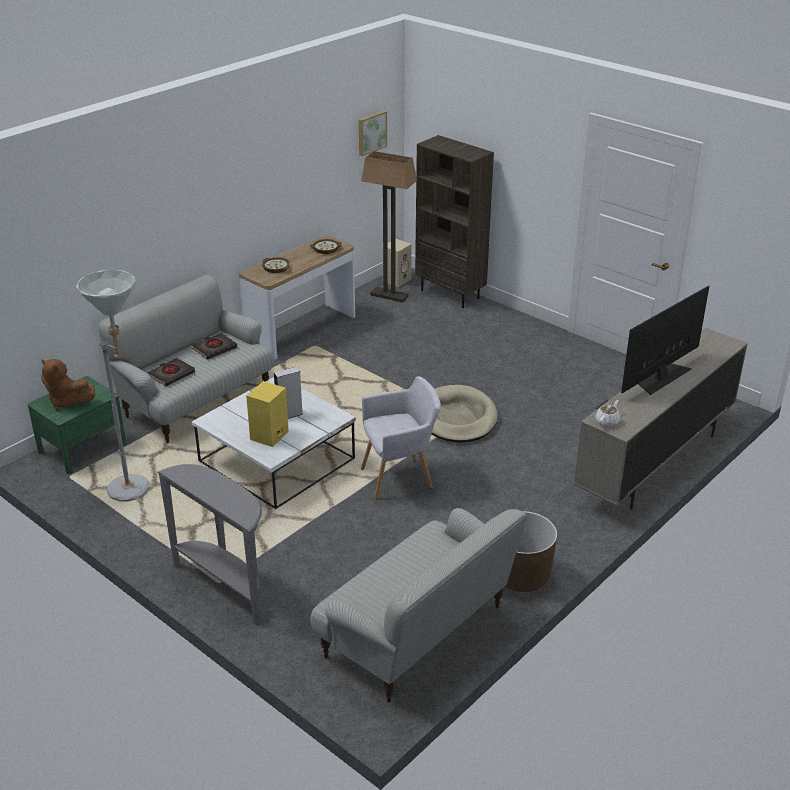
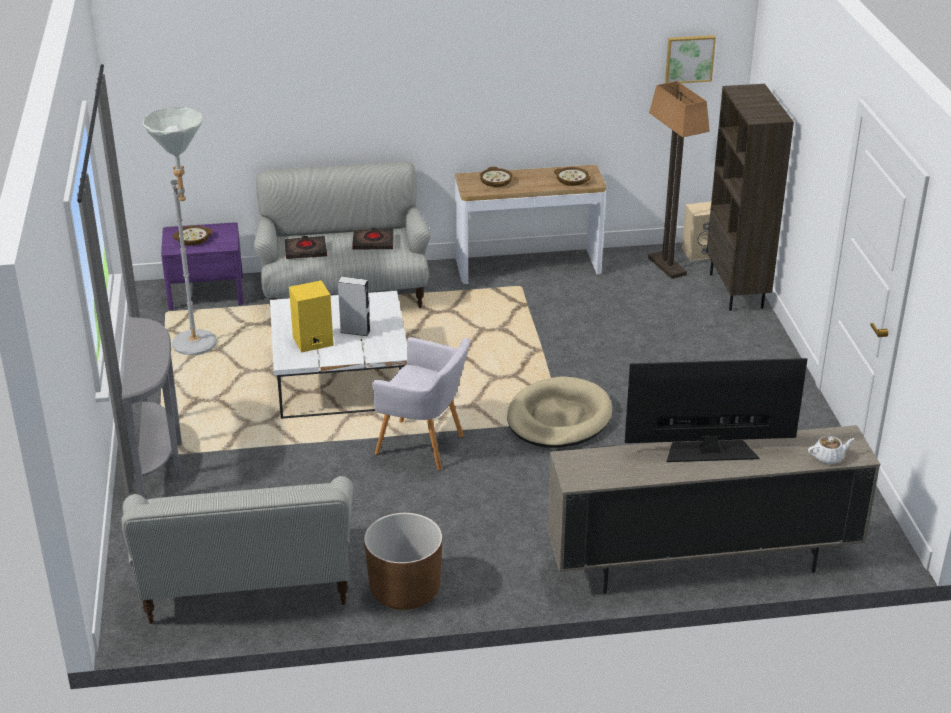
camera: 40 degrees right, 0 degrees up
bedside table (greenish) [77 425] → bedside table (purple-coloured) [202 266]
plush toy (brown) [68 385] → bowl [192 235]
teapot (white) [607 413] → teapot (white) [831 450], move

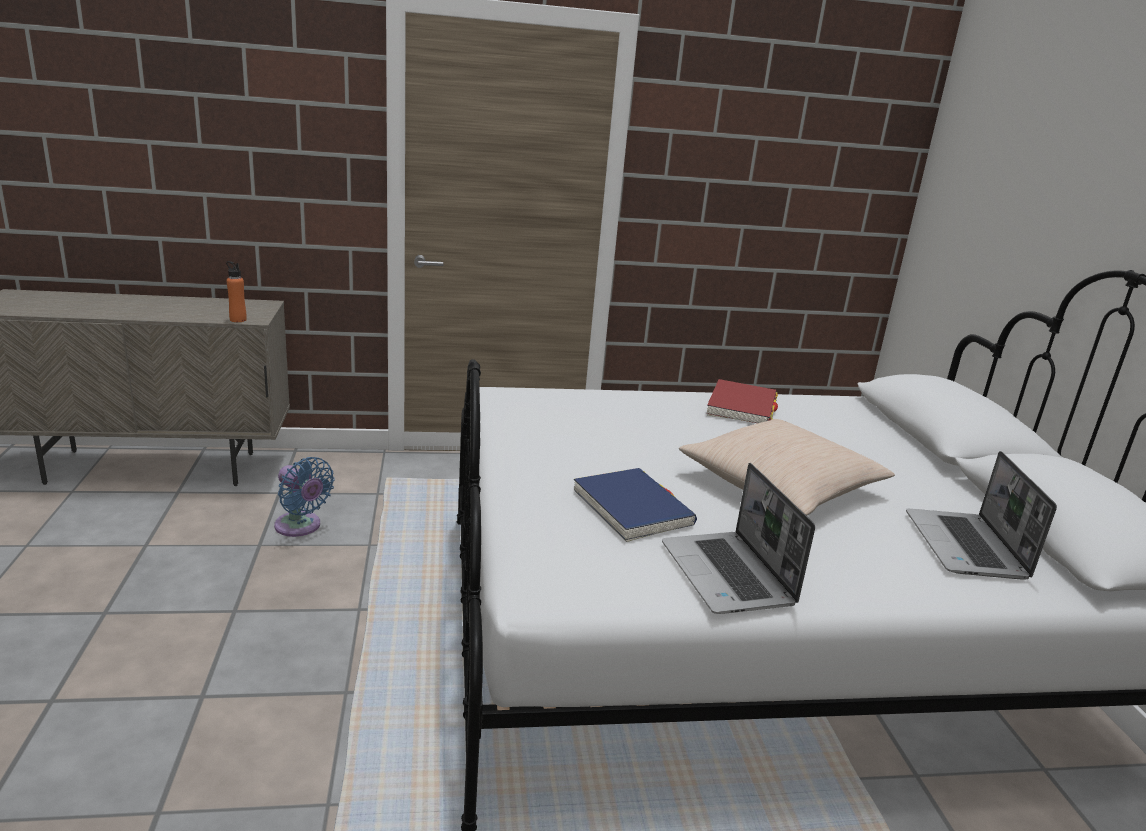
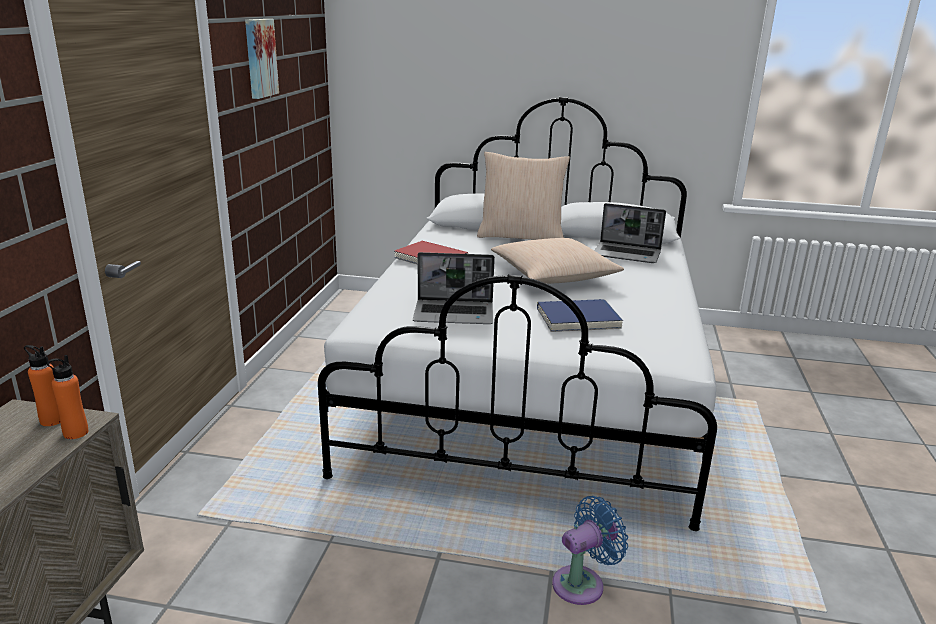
camera: 70 degrees left, 0 degrees up
- → drink bottle (orangey) [42 385]
- → wall picture [262 59]
portable computer [738 538] → portable computer [454 288], move
- → throw pillow (sand-coloured) [523 196]
cooling fan (blue-coloured) [304 497] → cooling fan (blue-coloured) [590 550], move

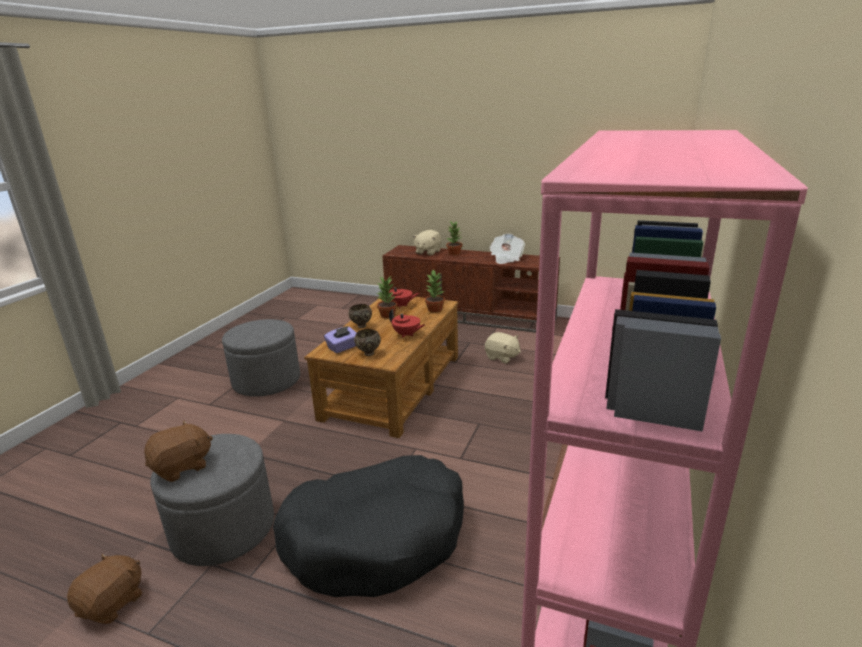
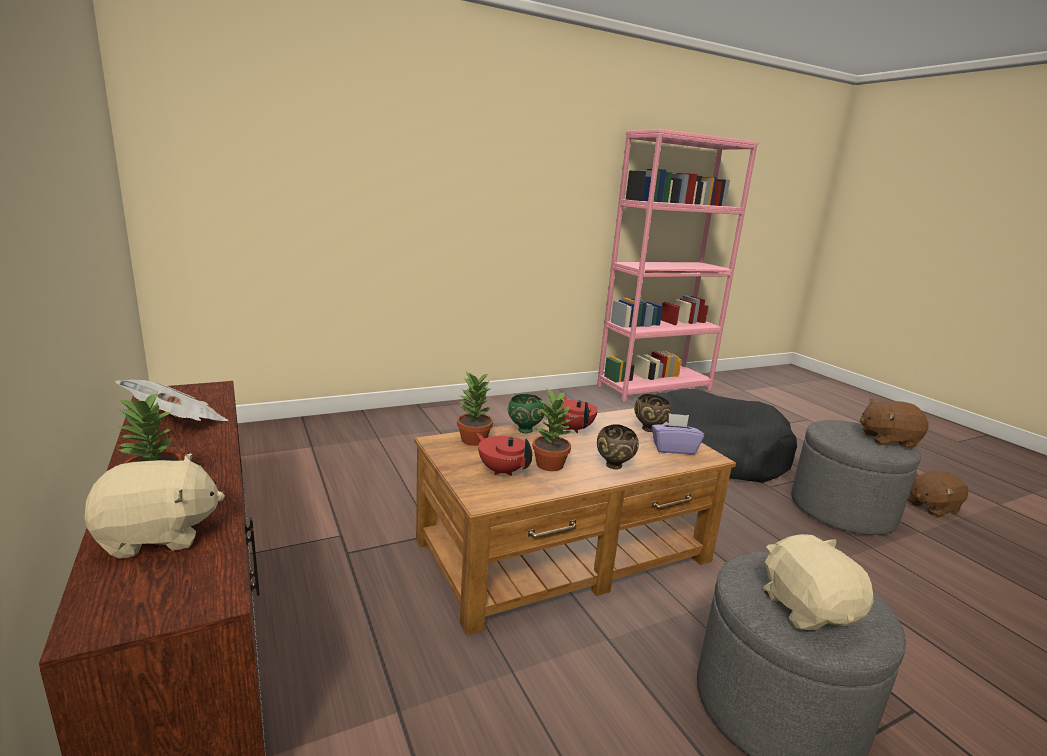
camera: 140 degrees left, 5 degrees down
- → bowl (greenish) [526 413]
plush toy (sand-coloured) [503 348] → plush toy (sand-coloured) [818 582], move

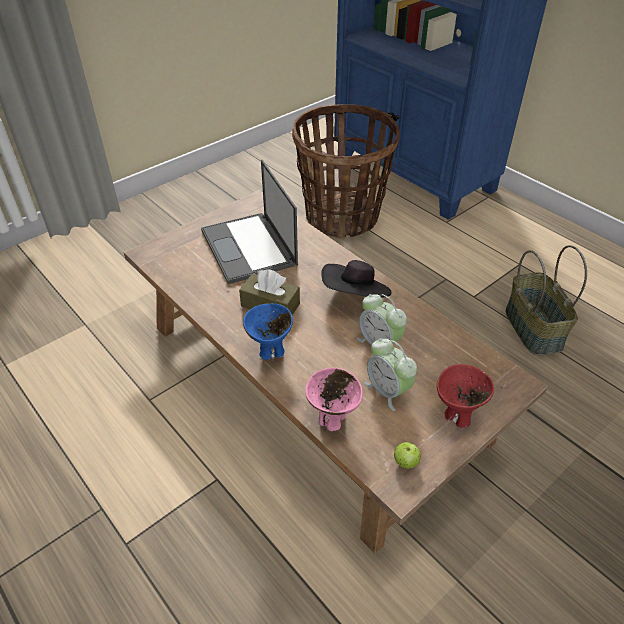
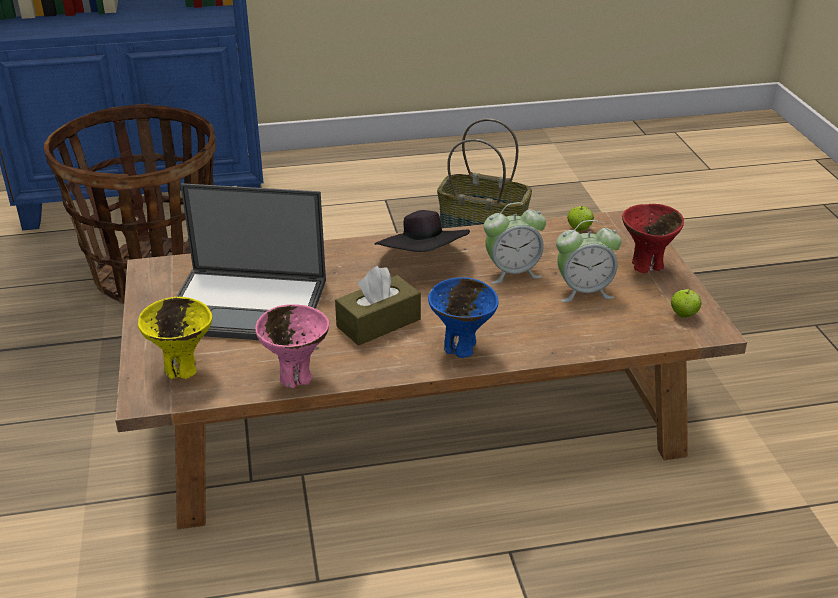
camera: 60 degrees left, 10 degrees down
- → bowl (yellow-coloured) [175 338]
bowl (pink-coloured) [334 399] → bowl (pink-coloured) [292 346], move
- → apple [580 218]

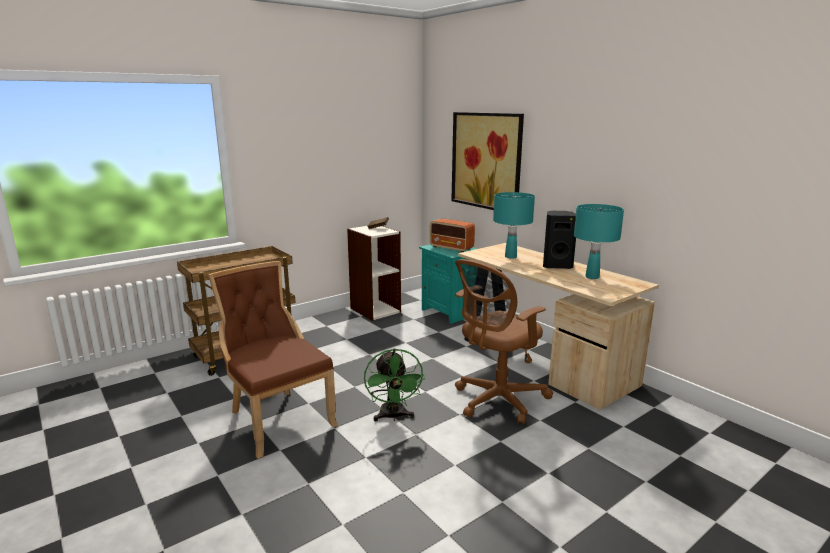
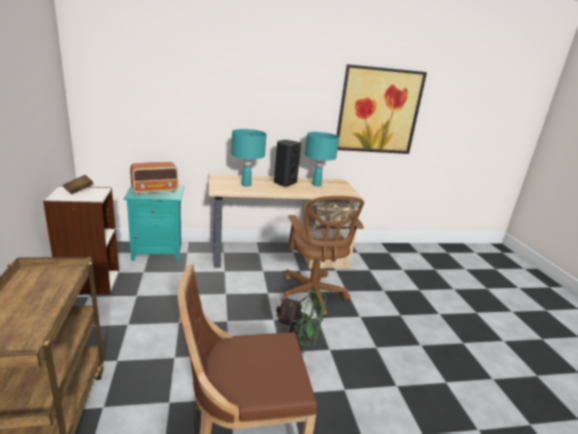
camera: 65 degrees left, 5 degrees up
wall picture [487 161] → wall picture [382 109], move

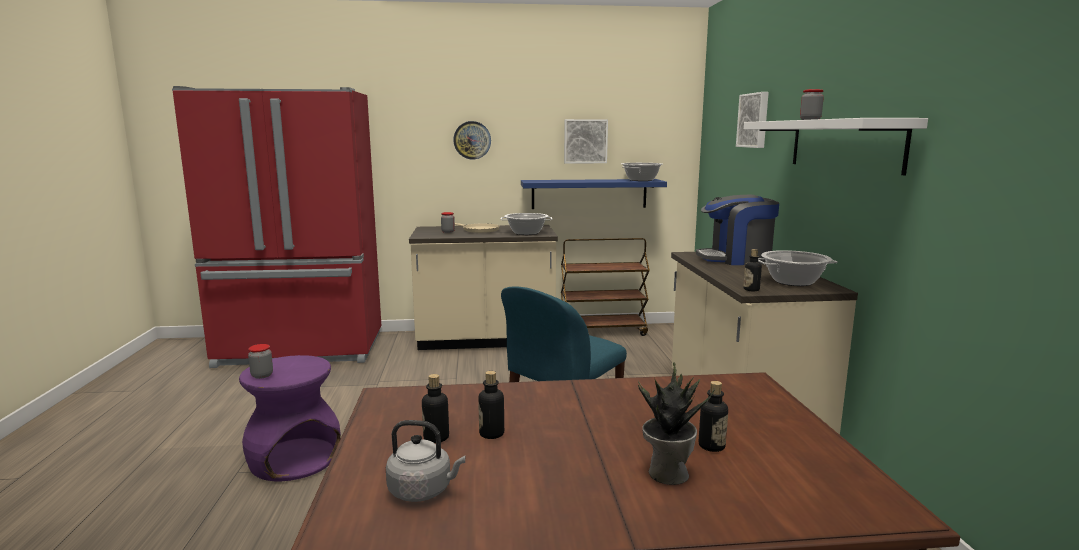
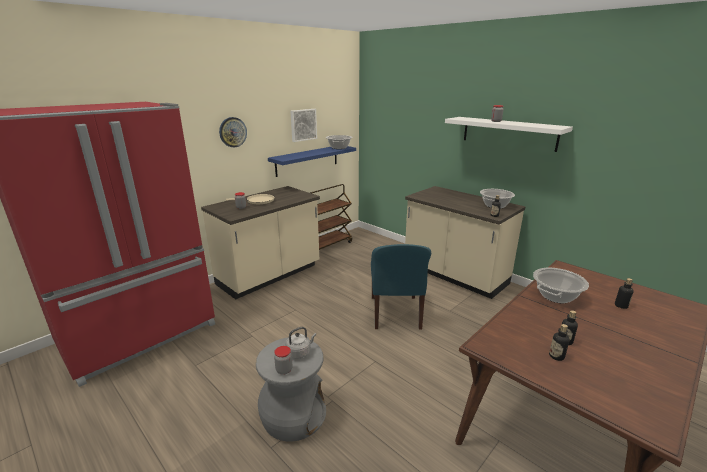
camera: 40 degrees left, 10 degrees up
stool seat (purple-coloured) [290 418] → stool seat (greyish) [291 389]
tea kettle (greyish) [425 461] → tea kettle (greyish) [300 343], move
stockpot [526 224] → stockpot [561 285], move
plant in a pot [676 424] → -
coffee brewer [737 230] → -
wall picture [752 120] → -

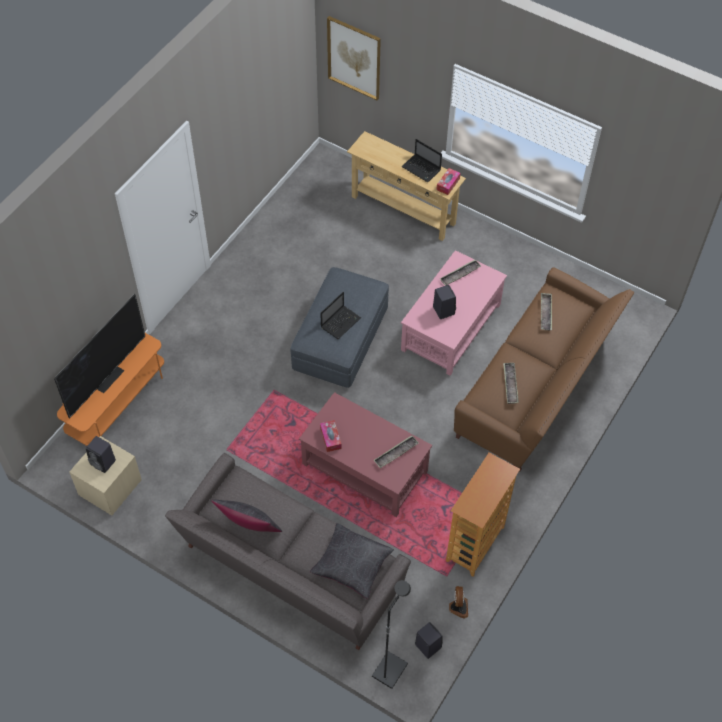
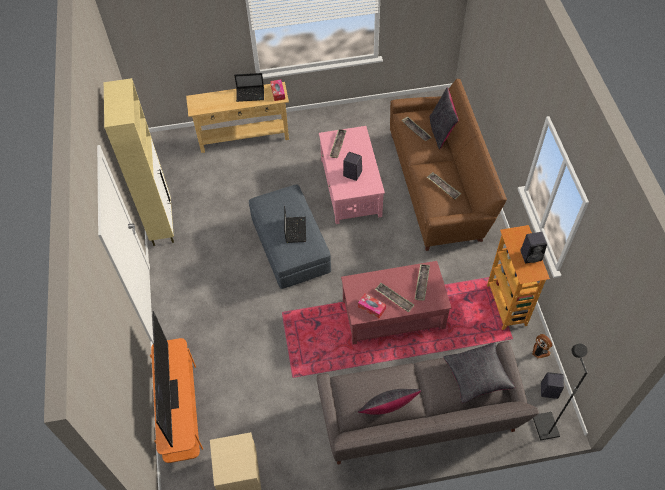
camera: 40 degrees left, 0 degrees up
- → storage cabinet (sand-coloured) [139 162]
- → serving tray [394 297]
- → throw pillow (blackish) [444 118]
loudspeaker (blackish) [101 454] → loudspeaker (blackish) [533 247], move
wall picture [354 58] → -

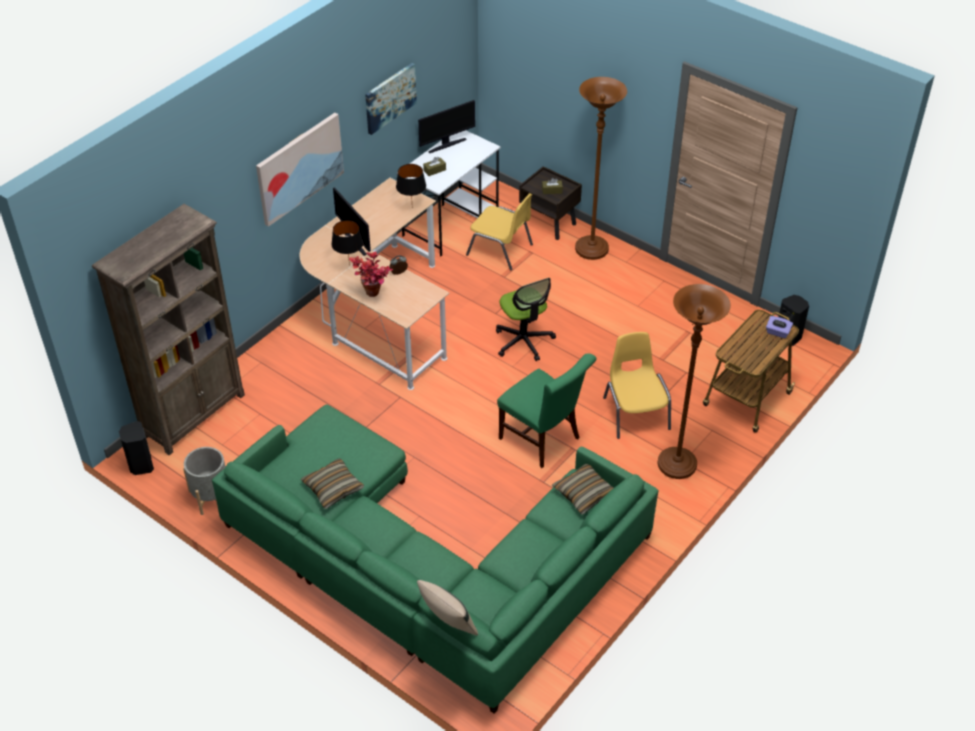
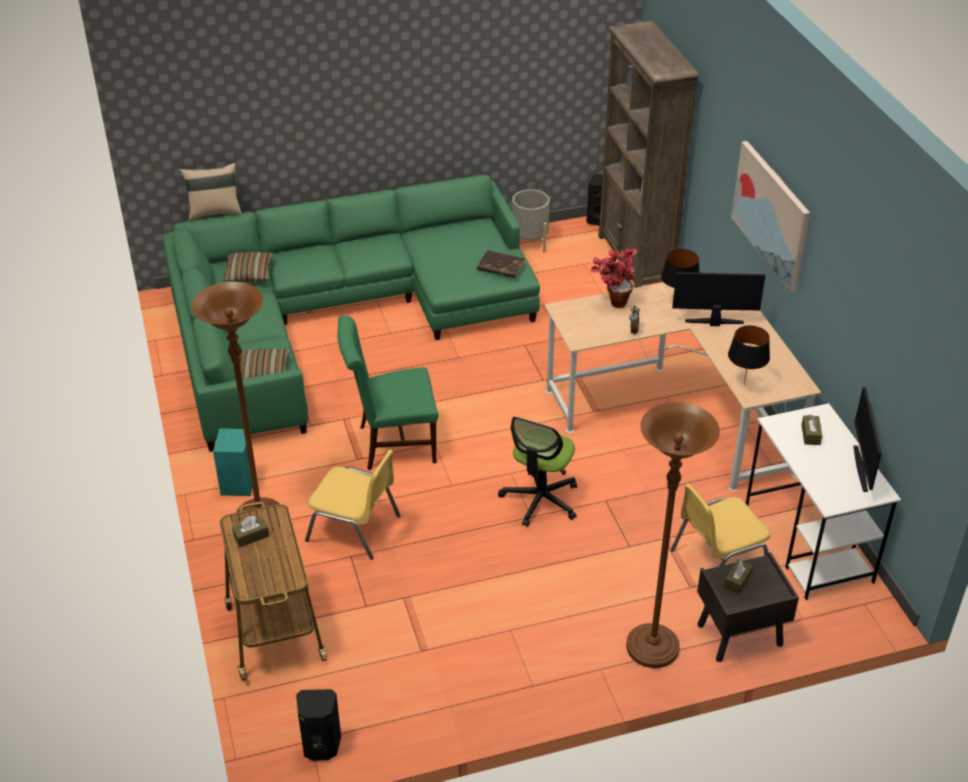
camera: 125 degrees right, 5 degrees down
- → loudspeaker (blue-green) [233 462]
throw pillow [332 483] → throw pillow [248 267], move
- → box of tissues (brown) [250 531]
- → bound book (brown) [501 264]
desk chair [526 319] → desk chair [537 472], 75 degrees counterclockwise
wall picture [391 99] → -
box of tissues (purple-coloured) [779 327] → -

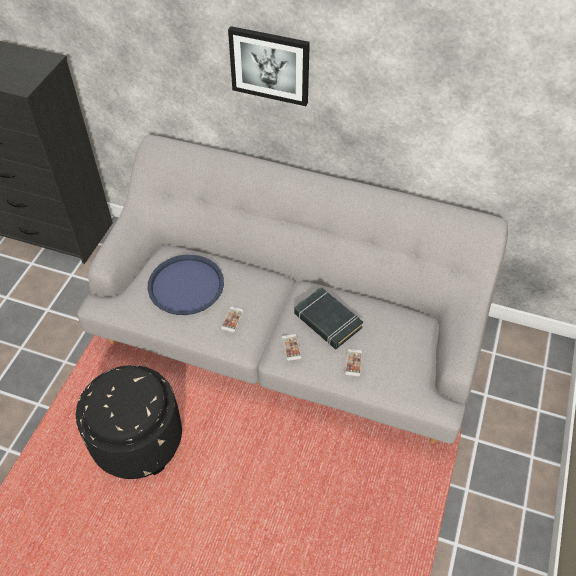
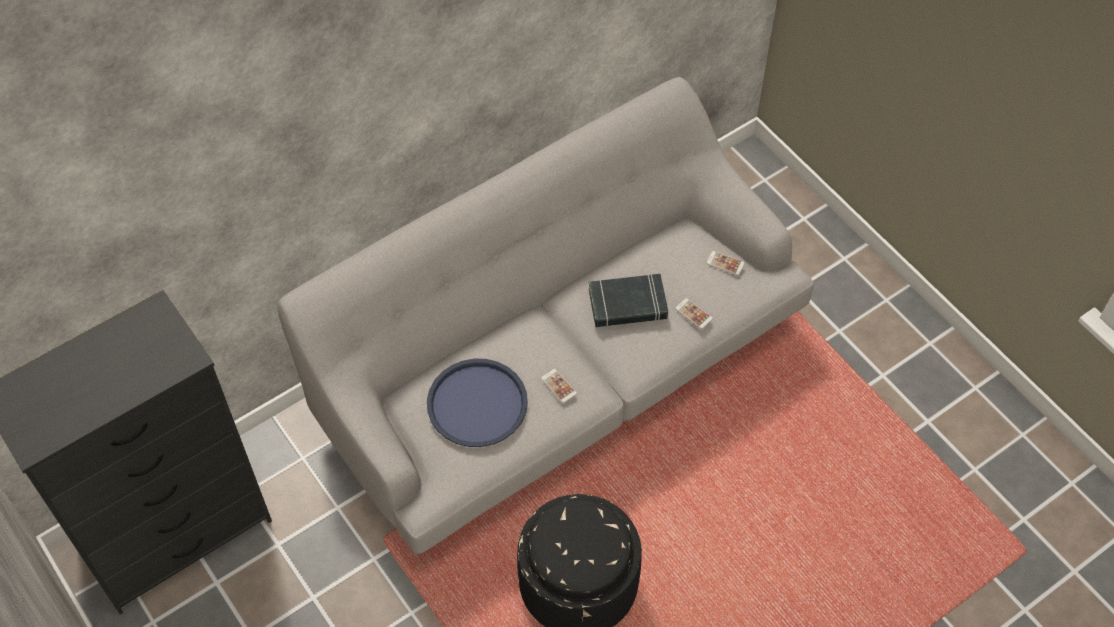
camera: 55 degrees left, 5 degrees up
telephone [292 347] → telephone [726 263], move
wall picture [269 66] → -

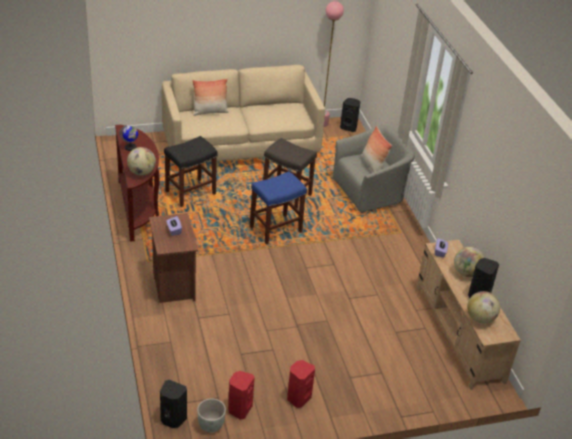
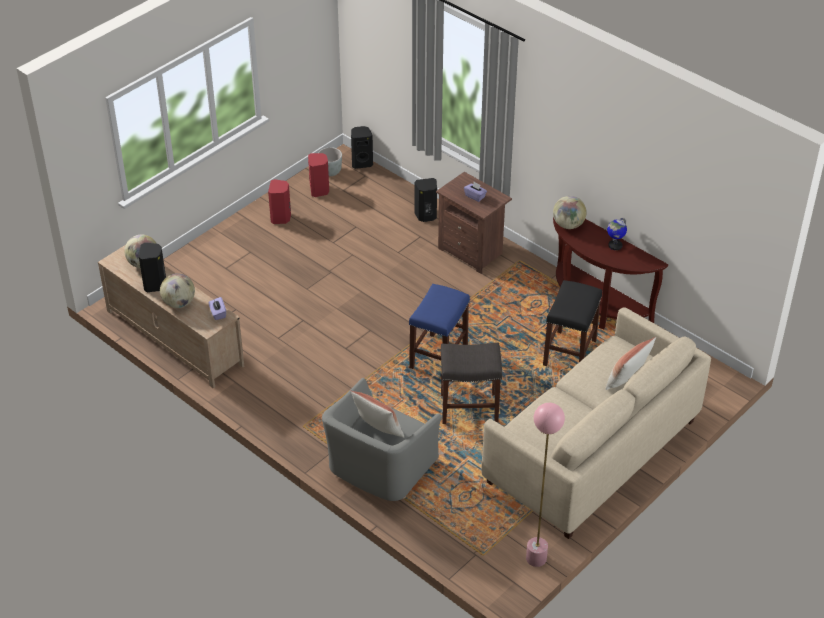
camera: 150 degrees right, 5 degrees up
loudspeaker (blackish) [350 115] → loudspeaker (blackish) [425 200], move

